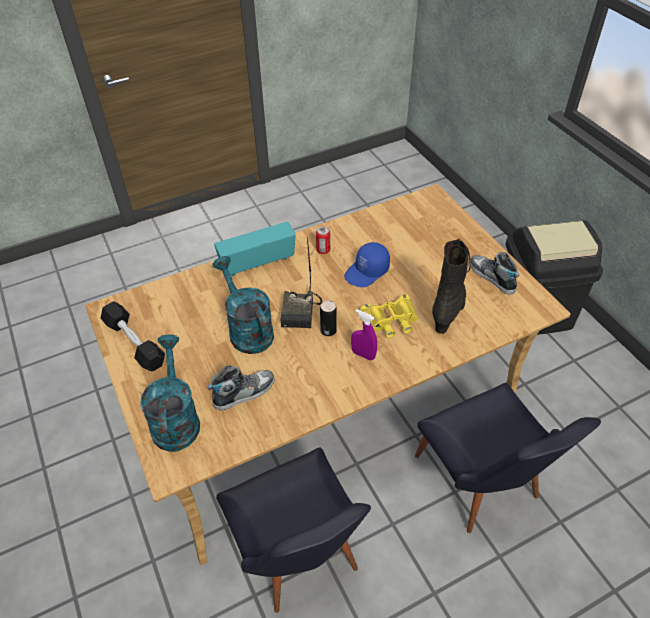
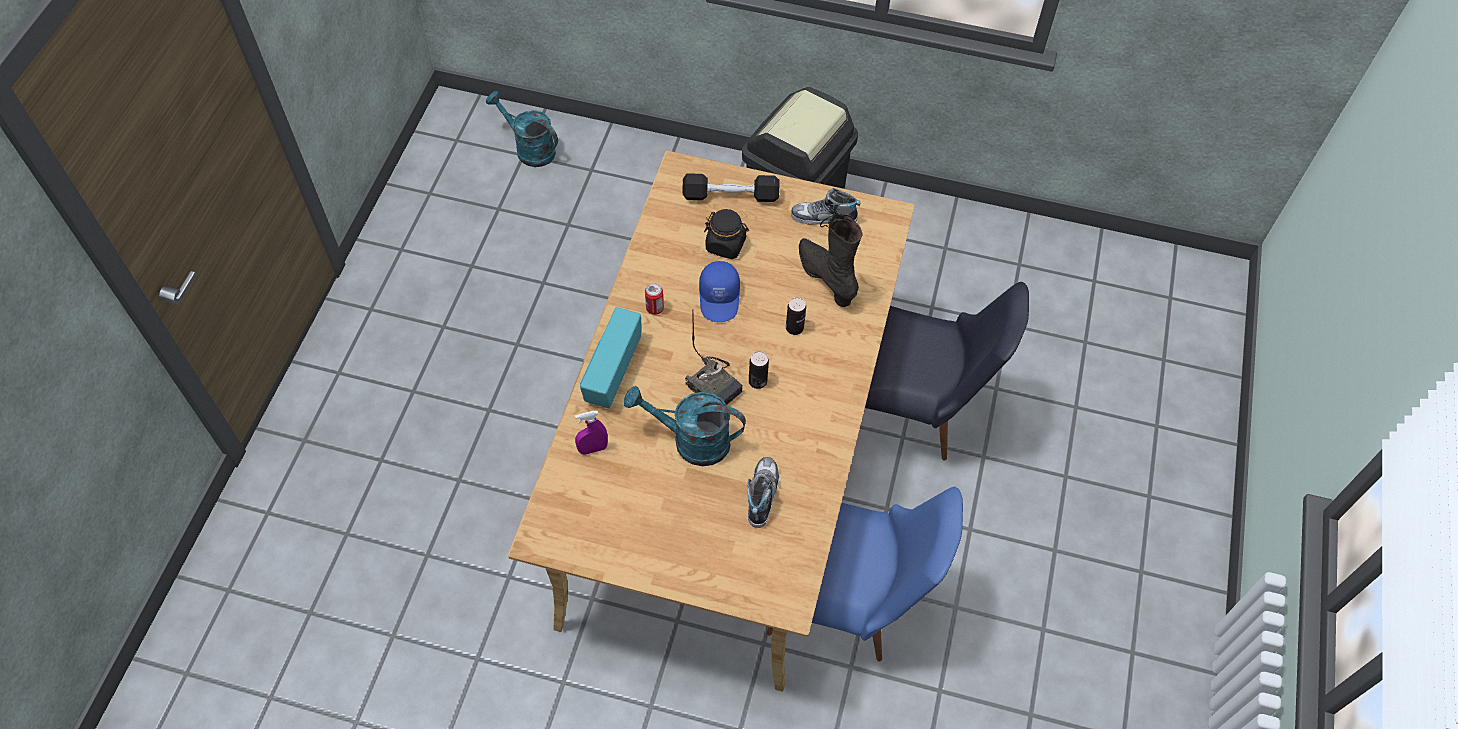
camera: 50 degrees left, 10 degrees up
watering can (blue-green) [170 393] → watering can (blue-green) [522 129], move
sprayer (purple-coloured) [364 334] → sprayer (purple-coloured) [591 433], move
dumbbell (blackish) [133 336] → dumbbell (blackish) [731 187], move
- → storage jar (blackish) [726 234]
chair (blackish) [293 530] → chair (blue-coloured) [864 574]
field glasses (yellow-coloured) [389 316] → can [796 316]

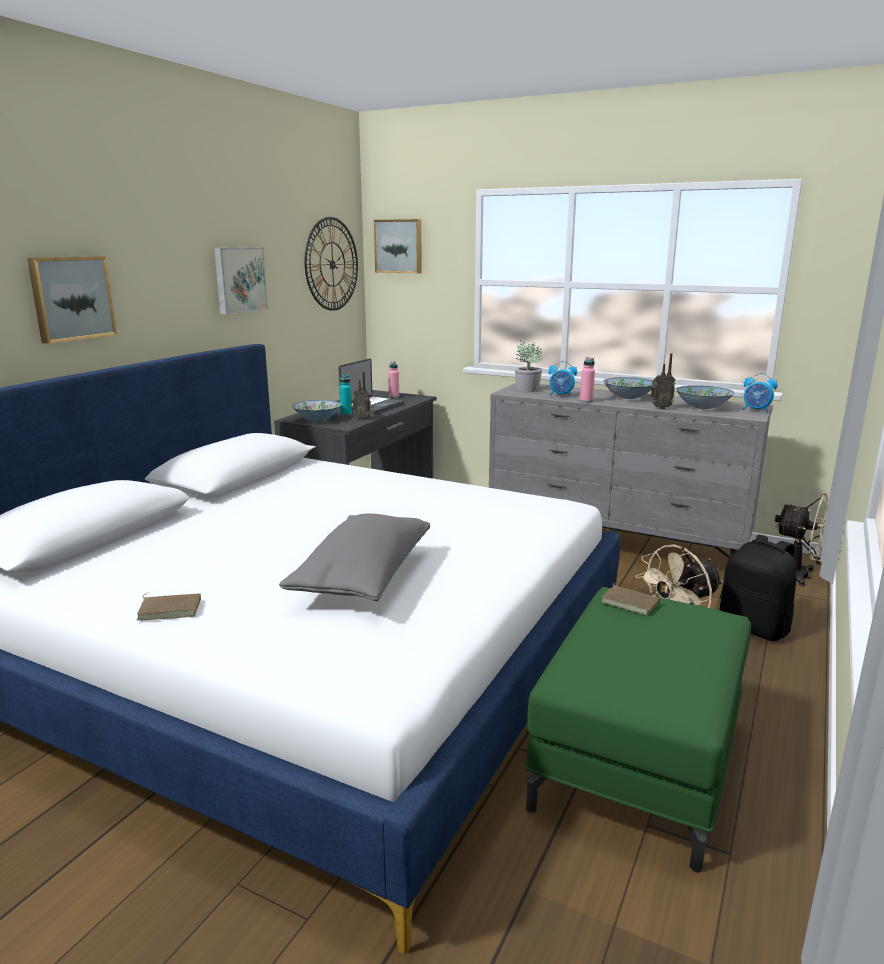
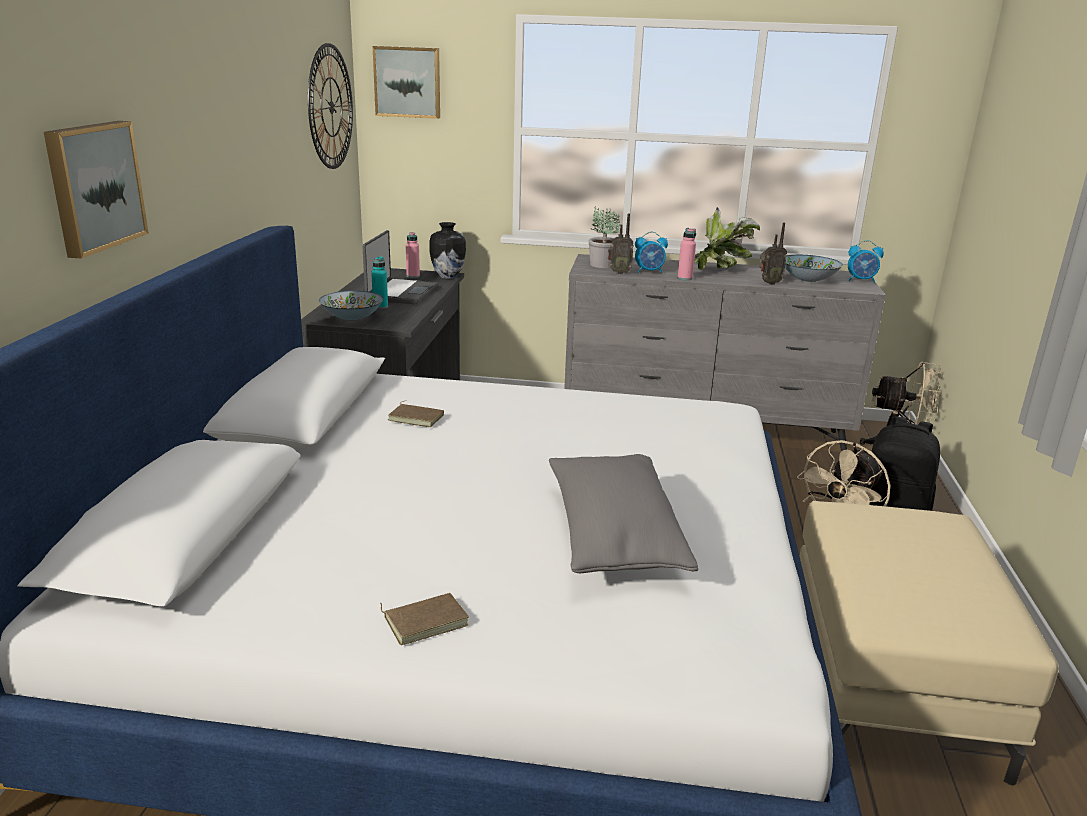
camera: 20 degrees left, 5 degrees up
bound book (brown) [630 599] → bound book (brown) [416 414], move
- → decorative vase [447 250]
radio receiver [361 395] → radio receiver [621 244], move
bowl [628 388] → plant in a pot [727 238]
pouffe (greenish) [638 730] → pouffe (sand-coloured) [929 643]
wall picture [241 280] → -

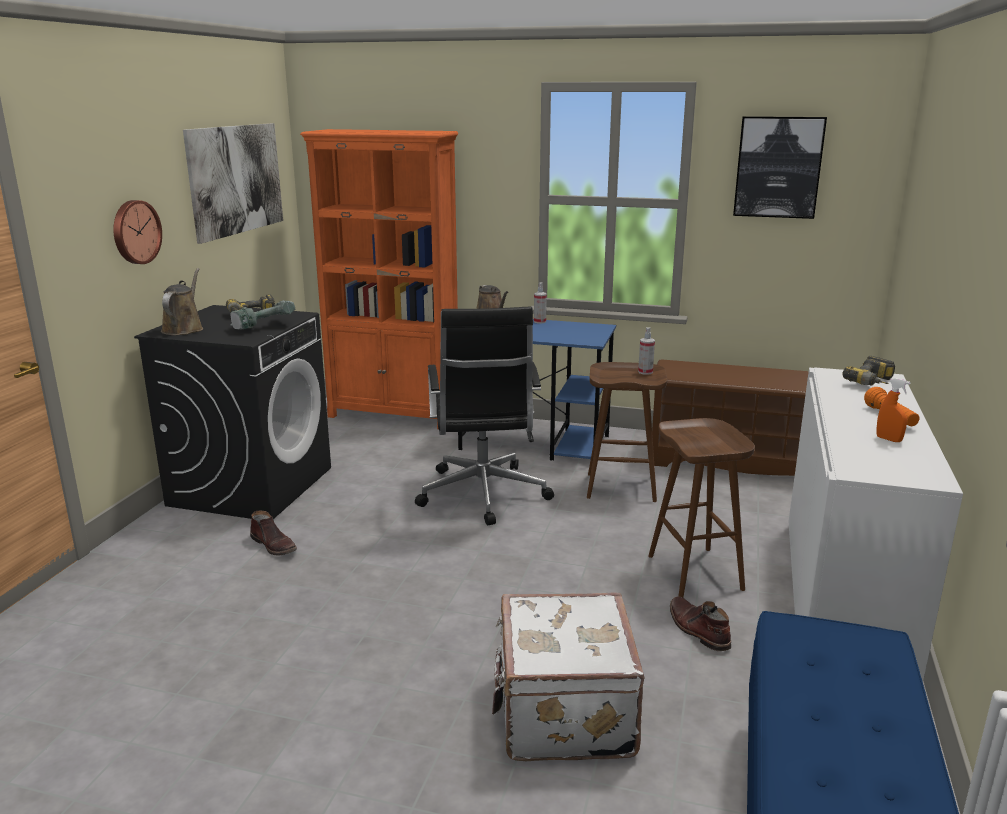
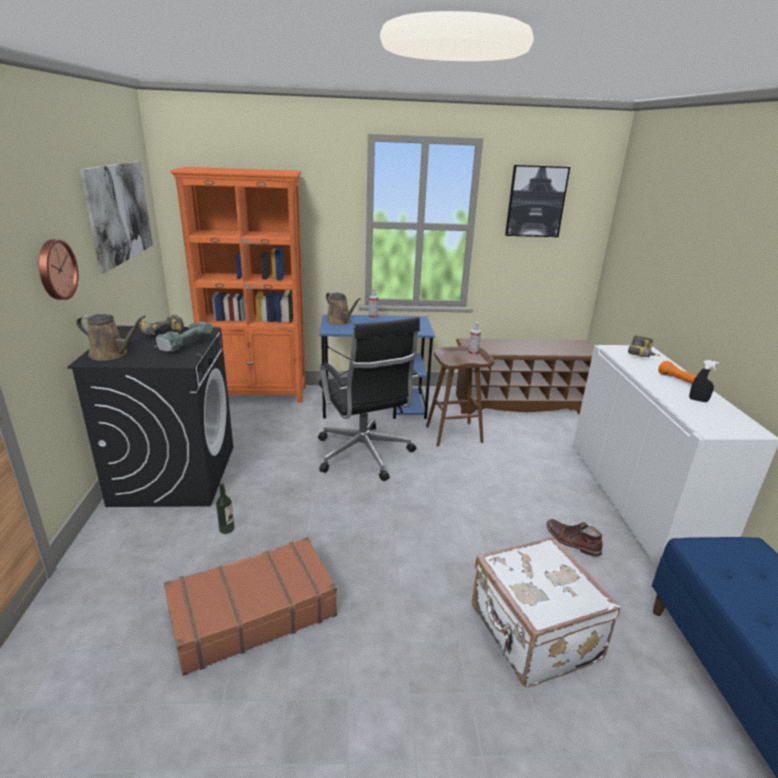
camera: 20 degrees left, 5 degrees up
watering can (brown) [182 301] → watering can (brown) [111 337], 120 degrees clockwise
- → travel case (brown) [250 606]
high-top boot (brown) [273 533] → drink bottle [225 508]
sprayer (orangey) [893 410] → sprayer (blackish) [704 381]
stool seat (brown) [701 508] → -

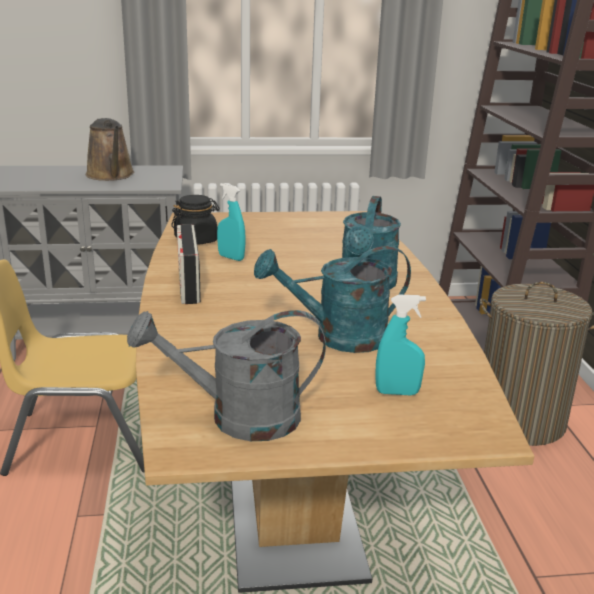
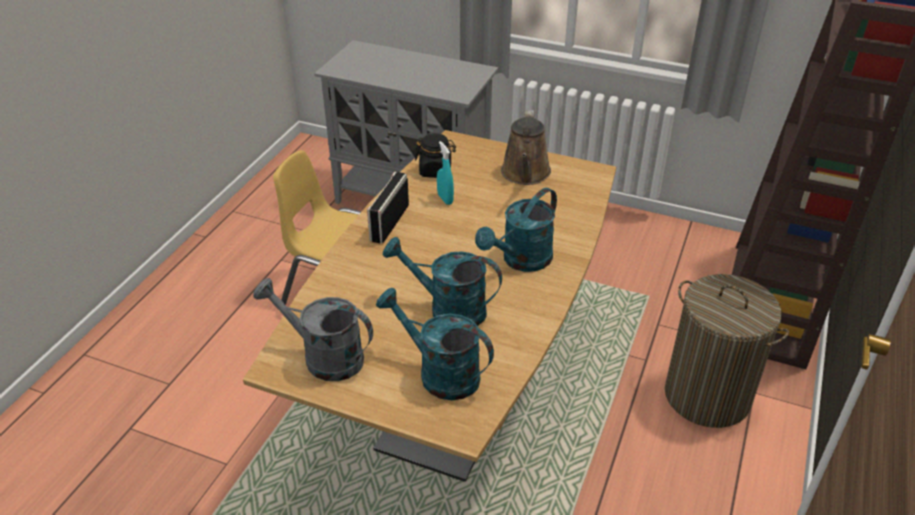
camera: 30 degrees right, 15 degrees up
sprayer (blue-green) [400 345] → watering can (blue-green) [435 344]
watering can (brown) [110 149] → watering can (brown) [526 147], move

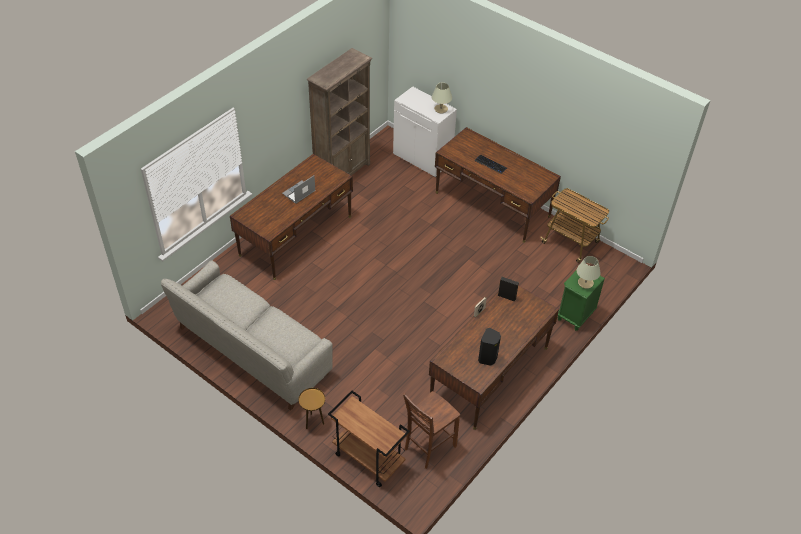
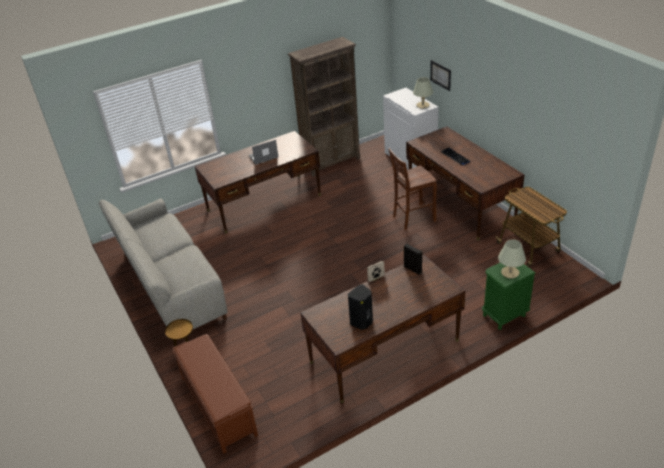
camera: 25 degrees right, 10 degrees down
trolley (brown) [369 439] → bench (brown) [215 394]
chair (brown) [431 430] → chair (brown) [412 189], move
- → wall picture [440 75]

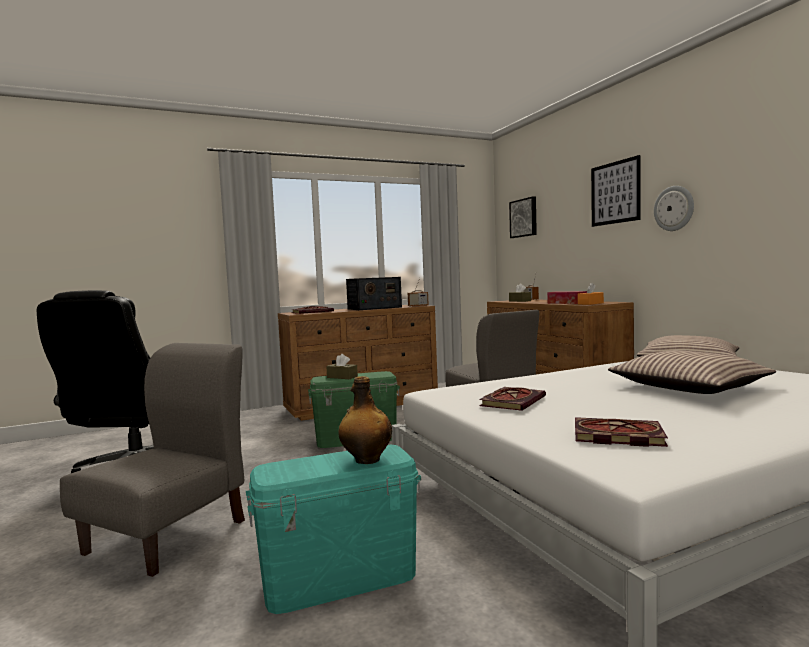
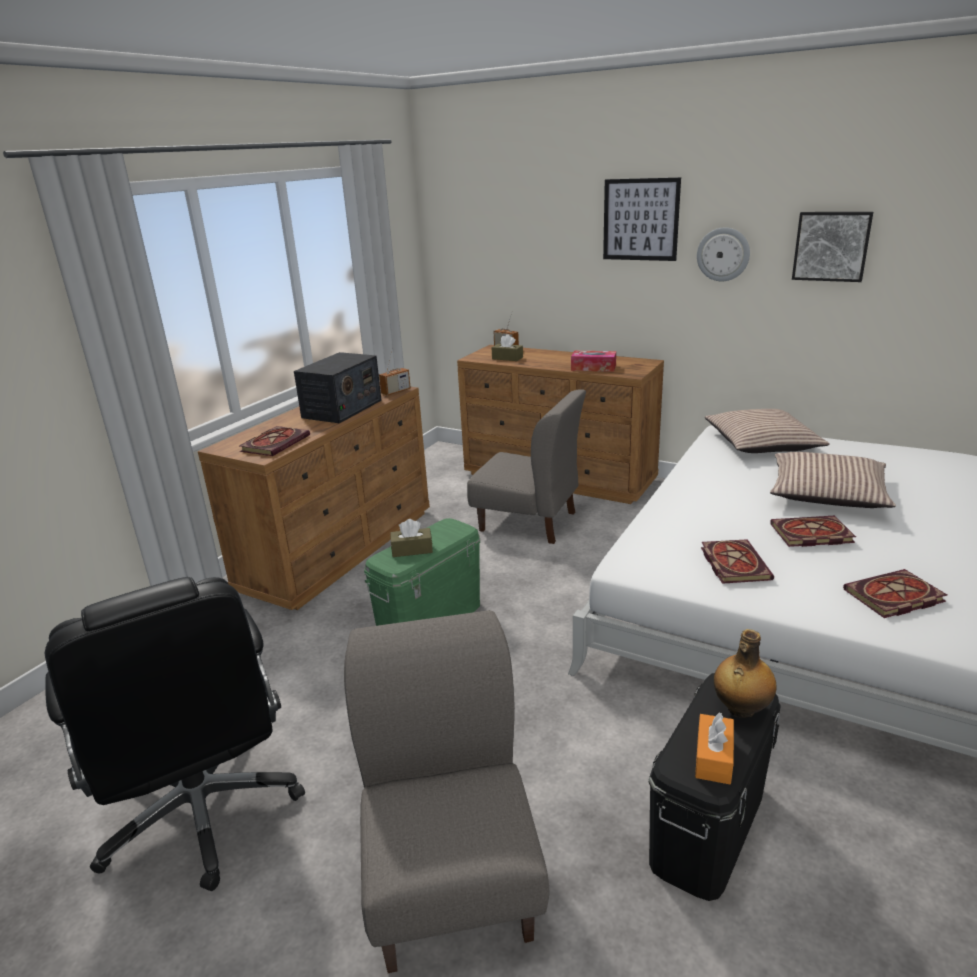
camera: 35 degrees left, 20 degrees up
storage box (blue-green) [333 529] → storage box (blackish) [715 787]
box of tissues (orangey) [591 293] → box of tissues (orangey) [714 748], move
- → bound book [813 531]
wall picture [523 217] → wall picture [832 247], move

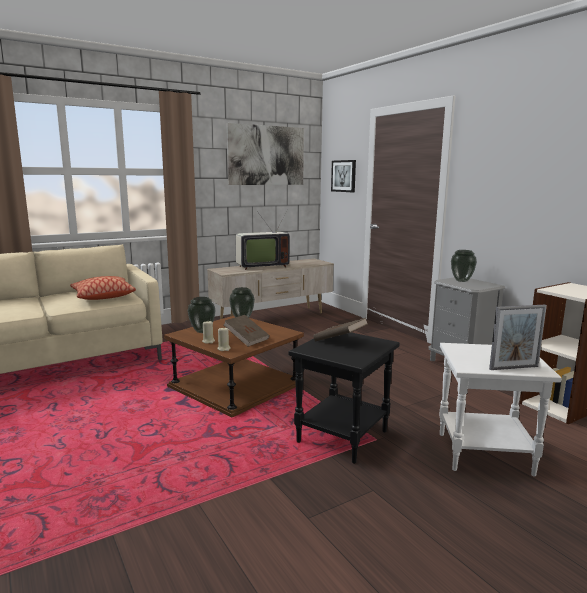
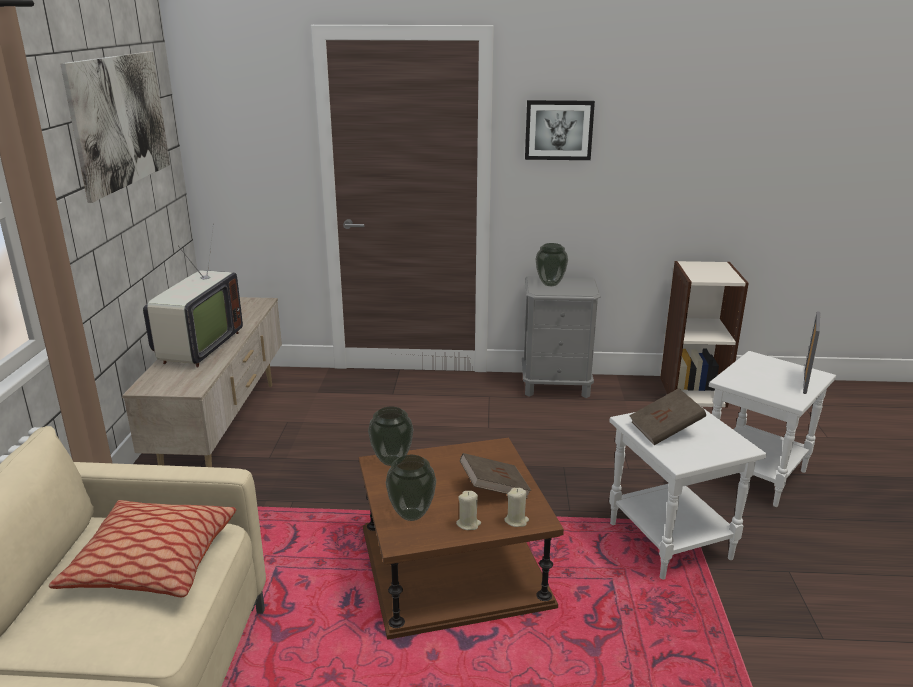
camera: 55 degrees left, 10 degrees up
wall picture [343 176] → wall picture [560 130], move
accent table (blackish) [344 398] → accent table (white) [688 493]

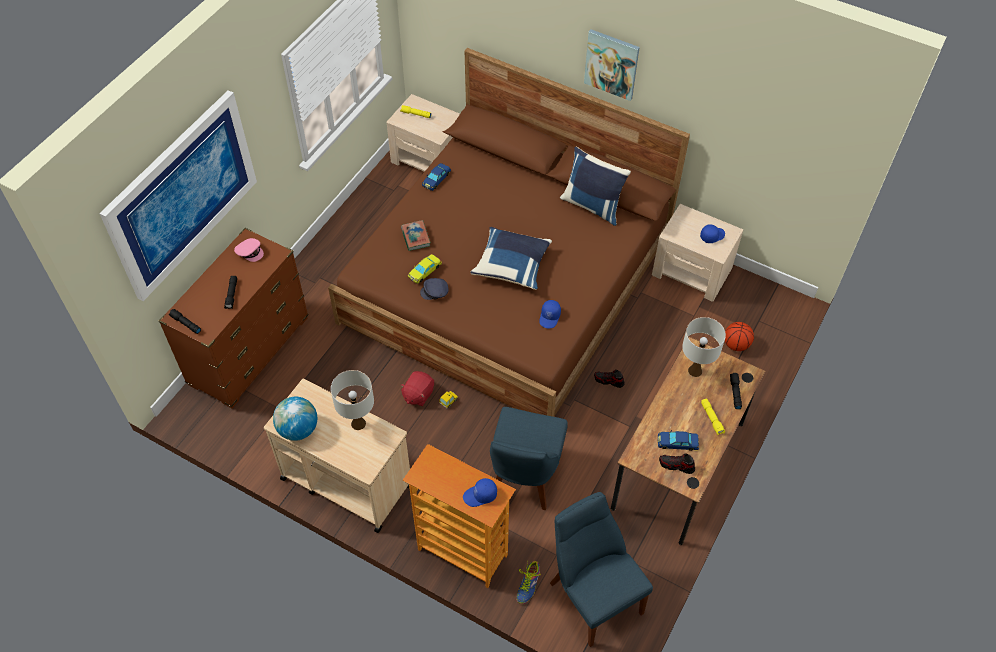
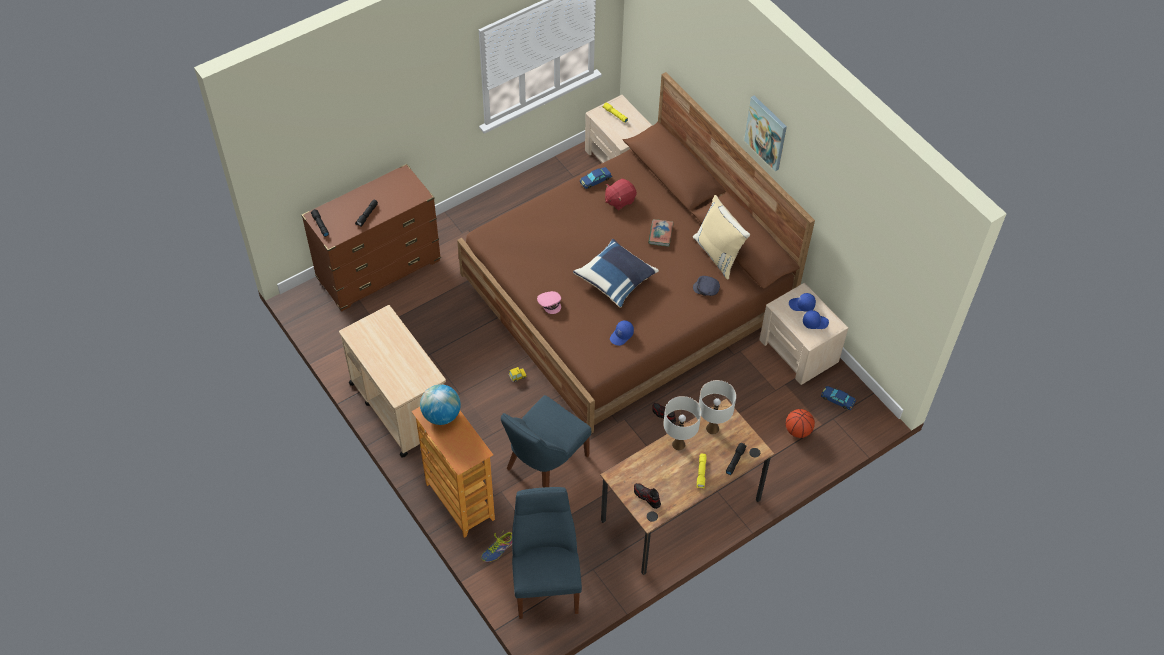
camera: 25 degrees right, 0 degrees up
world globe [295 419] → world globe [440 404], move
baseball cap (pink-coloured) [249 250] → baseball cap (pink-coloured) [549 302], move
plush toy (reddish) [417 388] → plush toy (reddish) [621 194], move
bound book [416 235] → bound book [661 233], move
lamp for a table (white) [352 400] → lamp for a table (white) [682 423], move
throw pillow (blue-coloured) [595 186] → throw pillow (sand-coloured) [721 237]
baseball cap (greyish) [434 289] → baseball cap (greyish) [706 286], move
baseball cap (blue-coloured) [480 492] → baseball cap (blue-coloured) [802 302], move
model car (blue-coloured) [678 440] → model car (blue-coloured) [838 398], move
wall picture [178 195] → -
model car (yellow-coloured) [425 269] → -

